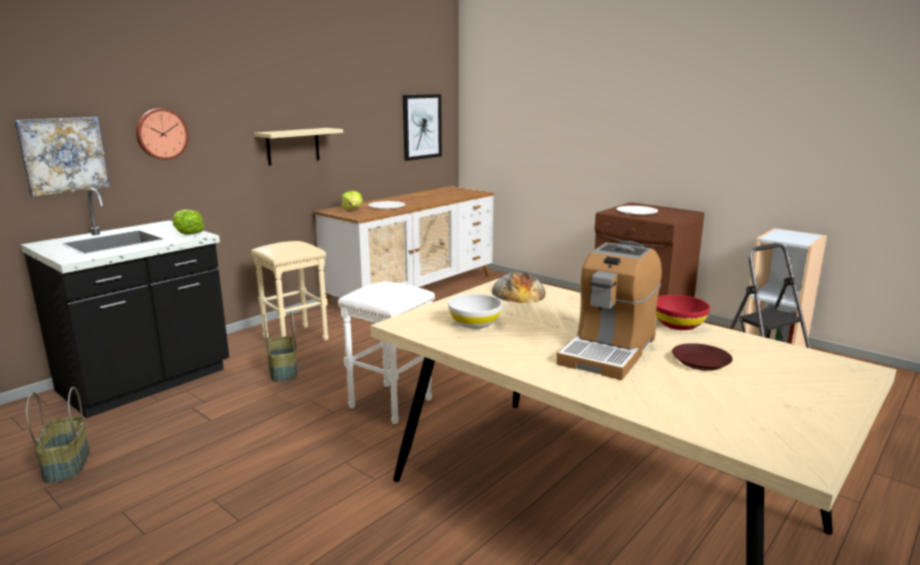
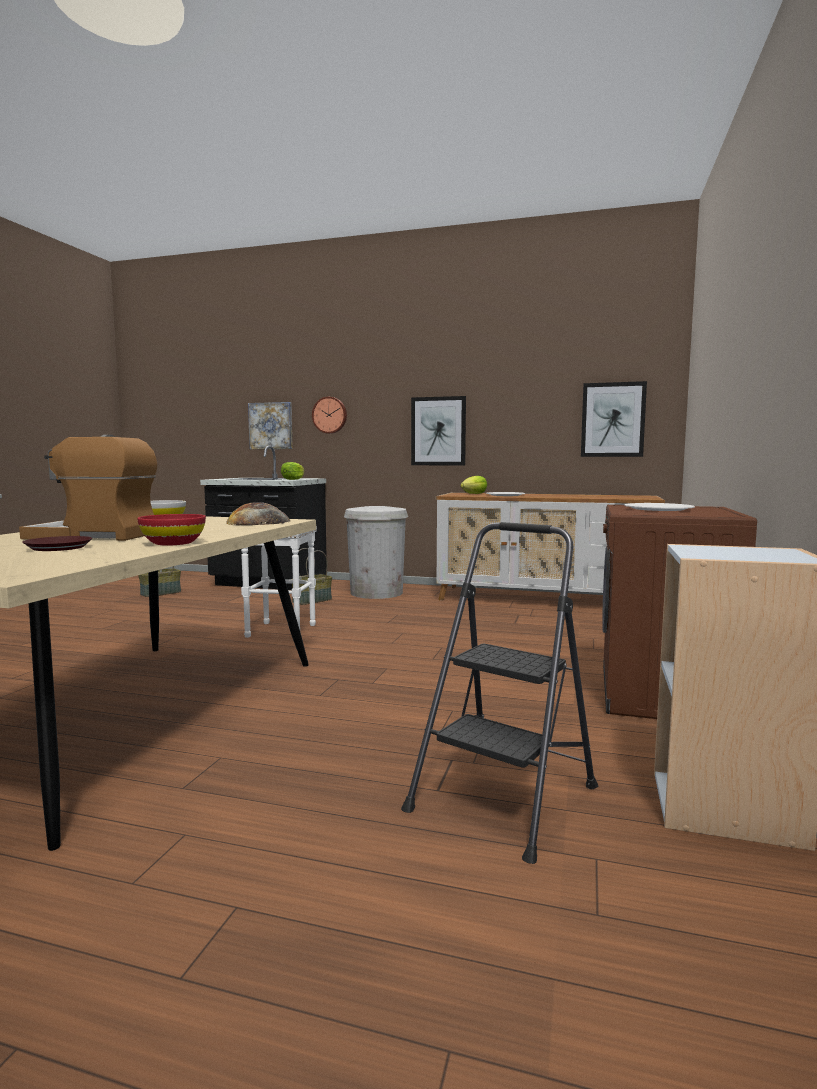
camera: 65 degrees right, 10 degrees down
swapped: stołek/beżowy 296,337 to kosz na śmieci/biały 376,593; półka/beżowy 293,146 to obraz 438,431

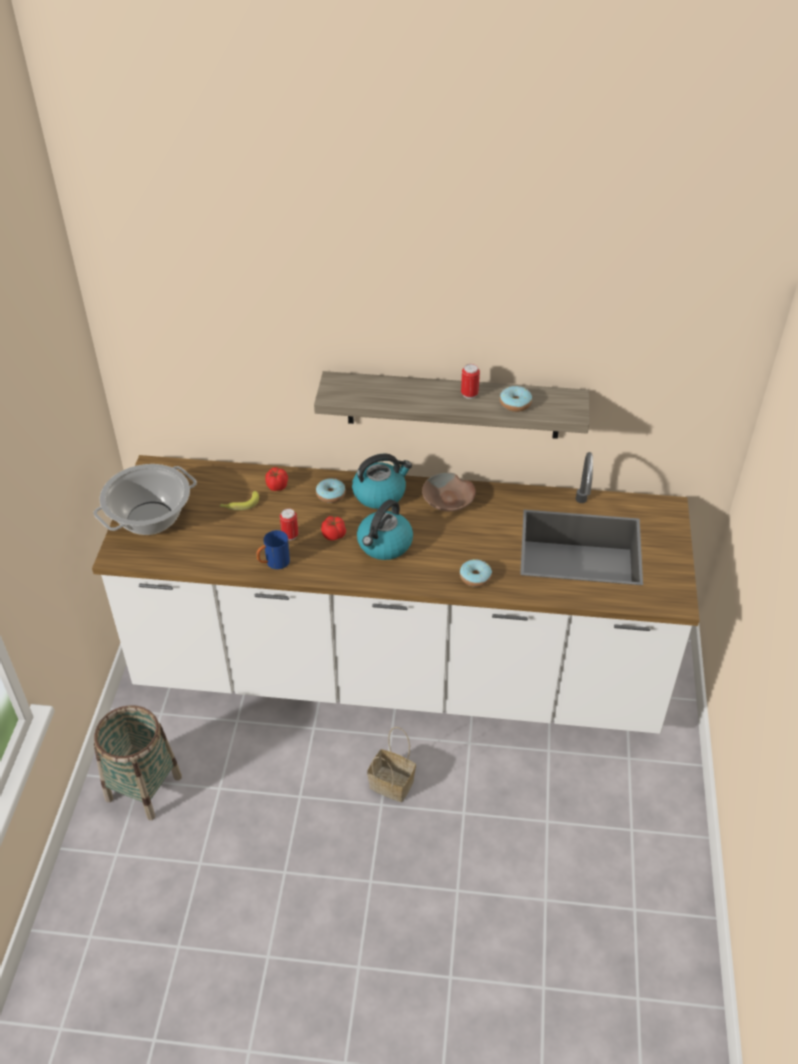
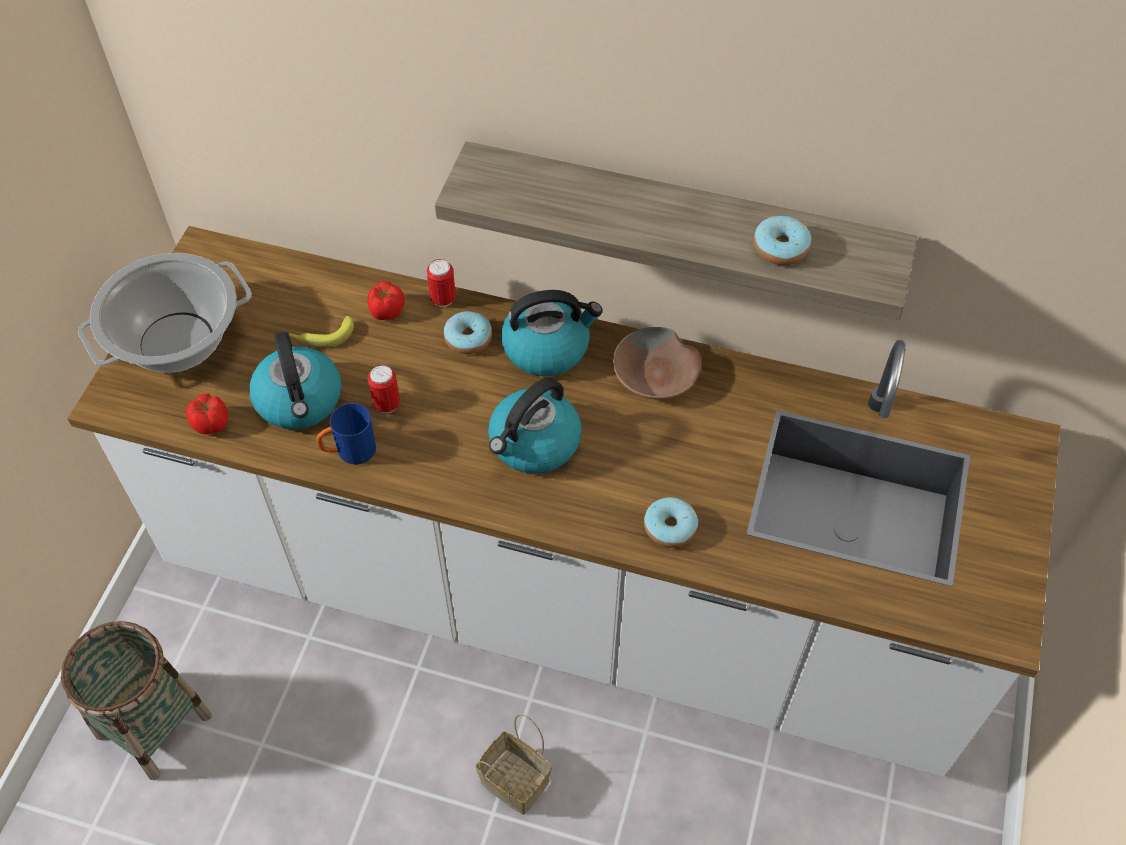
camera: 10 degrees right, 10 degrees up
new: czajnik 300,401
shifted: pomidor 334,535 to 212,424; puszka 469,394 to 443,299

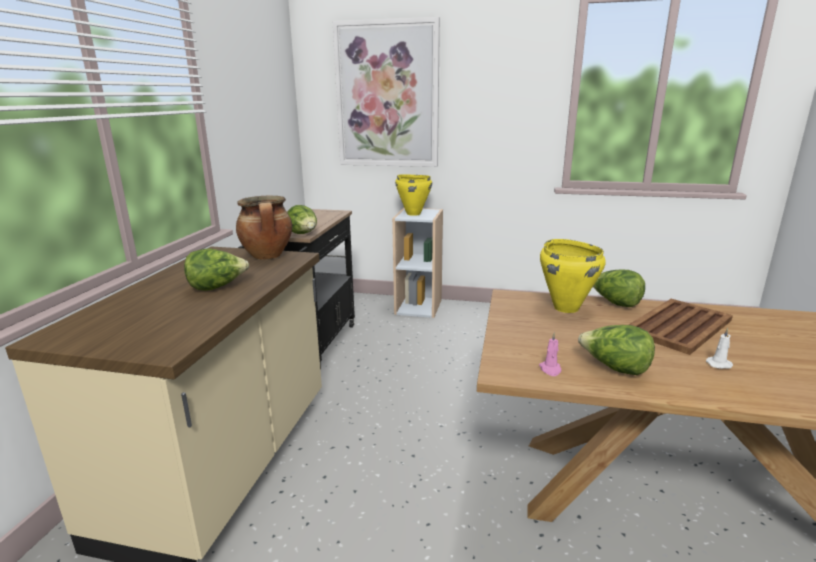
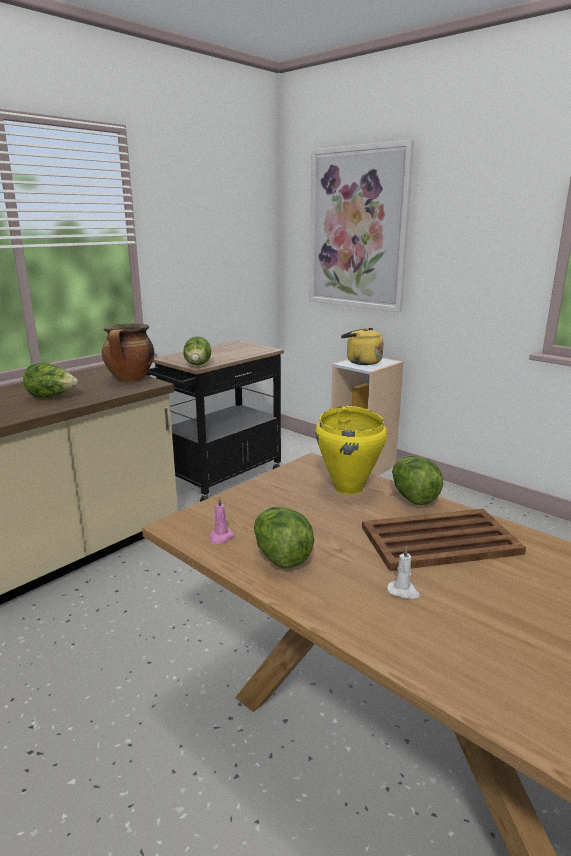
camera: 30 degrees right, 0 degrees up
swapped: garnek/żółty 413,214 to czajnik/żółty 361,362

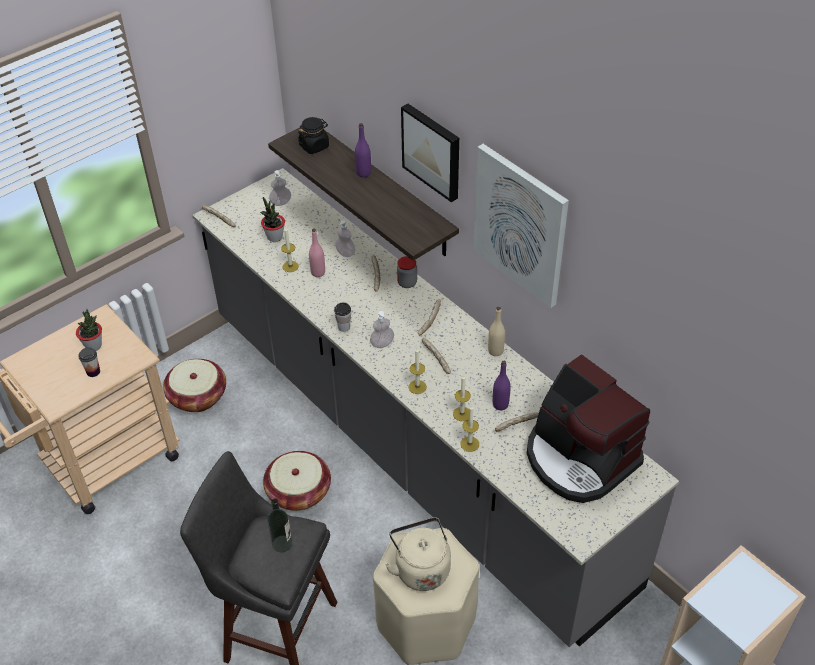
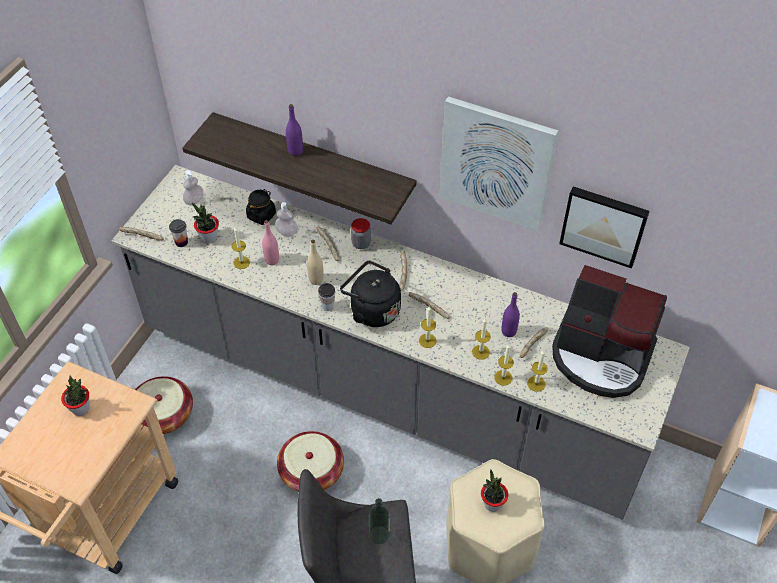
camera: 25 degrees left, 5 degrees up
new: świeca 536,383
shifted: filiżanka 93,372 to 181,242; słoik/czarny 314,146 to 261,215; obraz 433,151 to 604,224; butelka/beżowy 495,351 to 316,279
swapped: dozownik mydła 382,343 to czajnik/czarny 372,310; czajnik/beżowy 421,568 to roślina doniczkowa 492,504

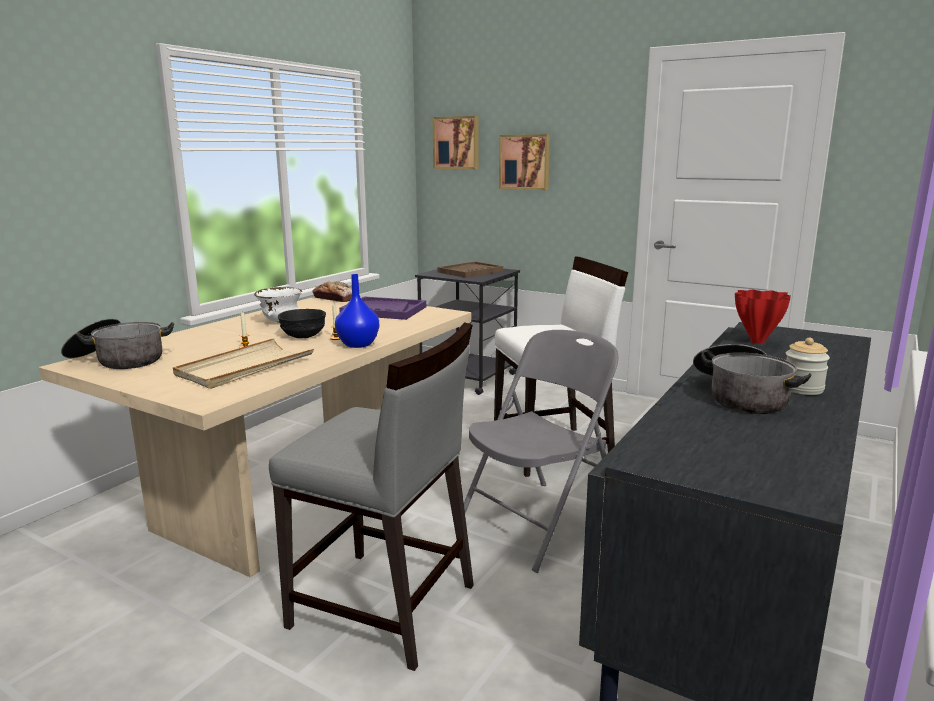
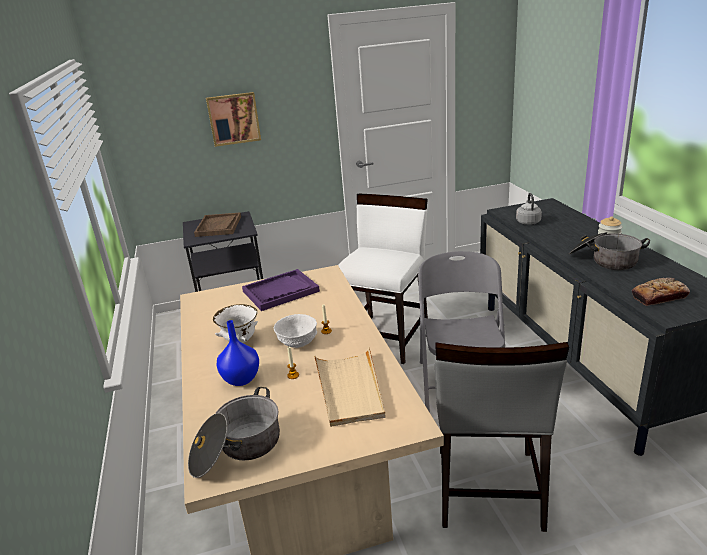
camera: 45 degrees left, 10 degrees up
gone: obraz 457,143
shifted: chleb 336,298 to 659,297; wazon/niebieski 357,345 to 241,379
swapped: wazon/czerwony 756,342 to czajnik/szary 528,221
repainted: miska/czarny 304,335 to miska/biały 298,342
rotated: krzesło/szary 384,607 = 487,488 120 degrees clockwise

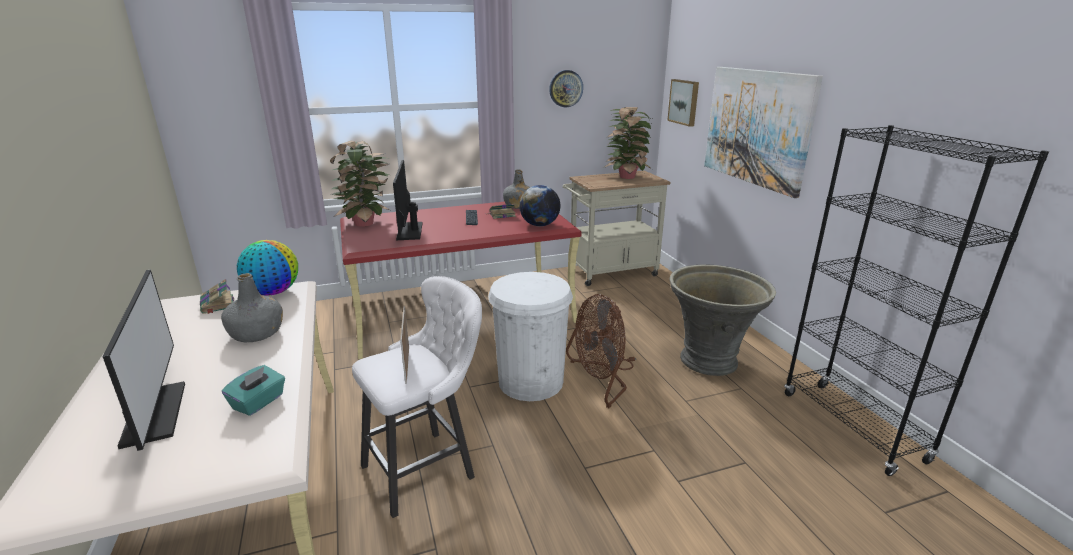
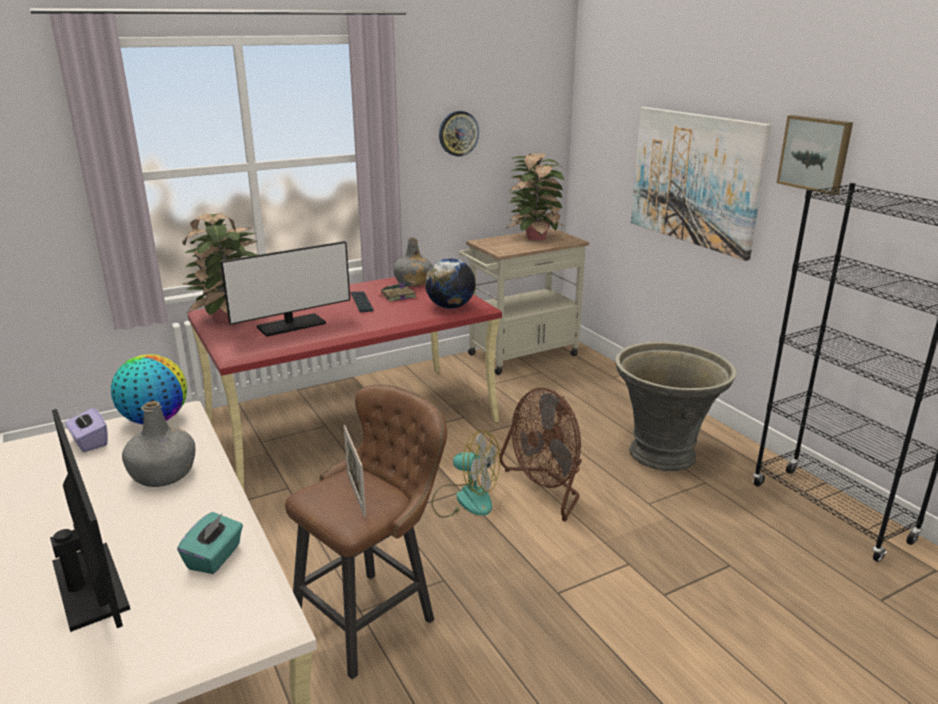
camera: 10 degrees left, 0 degrees up
shifted: obraz 684,102 to 815,154
swapped: książka 217,304 to pudełko chusteczek/fioletowy 89,442; kosz na śmieci/biały 530,381 to wentylator 465,499
repainted: stołek/biały 430,465 to stołek/brązowy 376,613
rotated: monitor 410,231 = 291,325 105 degrees counterclockwise

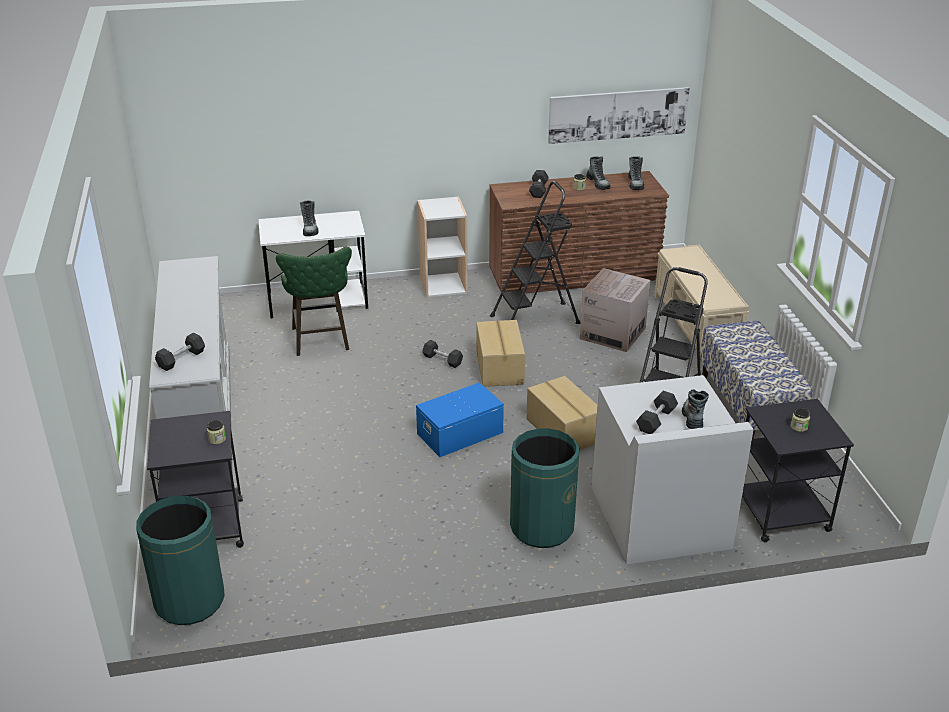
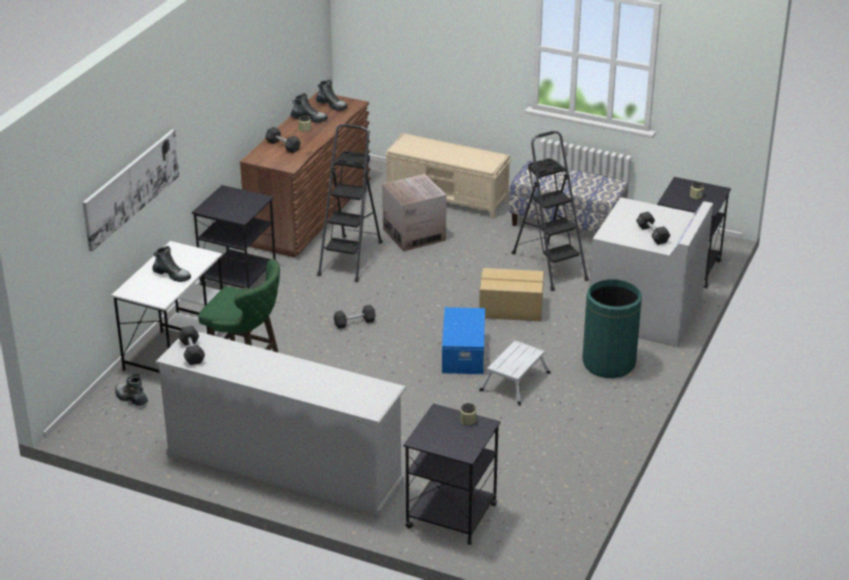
camera: 55 degrees left, 0 degrees up
gone: kosz na śmieci/zielony 189,601; karton 500,367
new: drabinka/biały 514,381
shifted: hantel/szary 181,359 to 192,352; obraz 618,114 to 131,188; but z cholewką 693,417 to 131,398
swapped: regał 443,285 to wózek/czarny 239,277

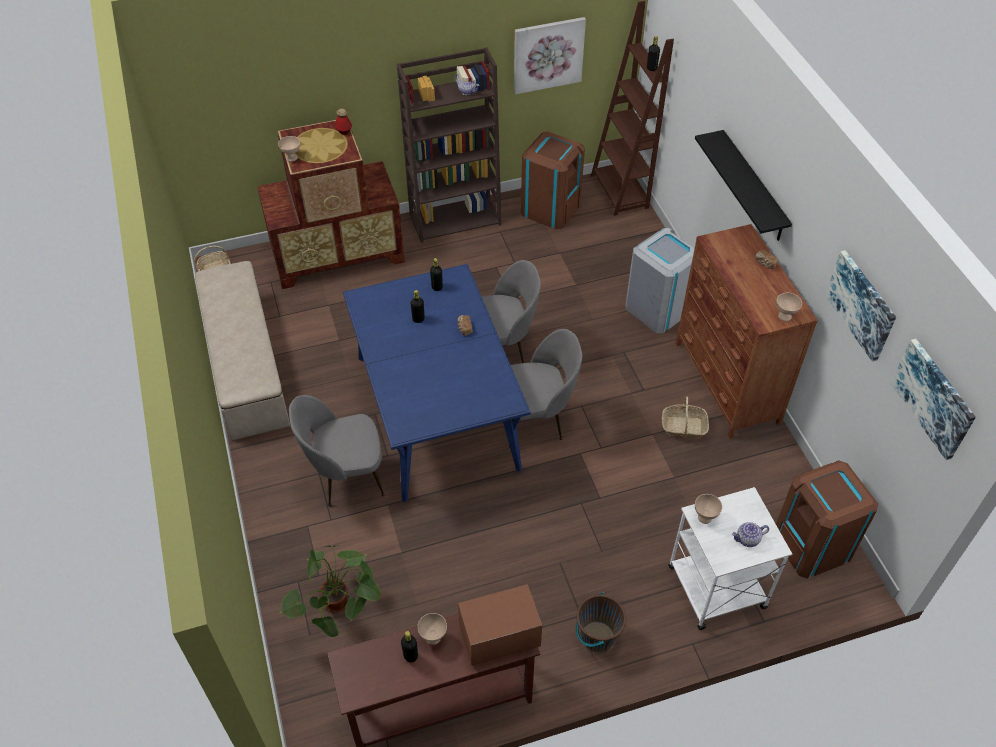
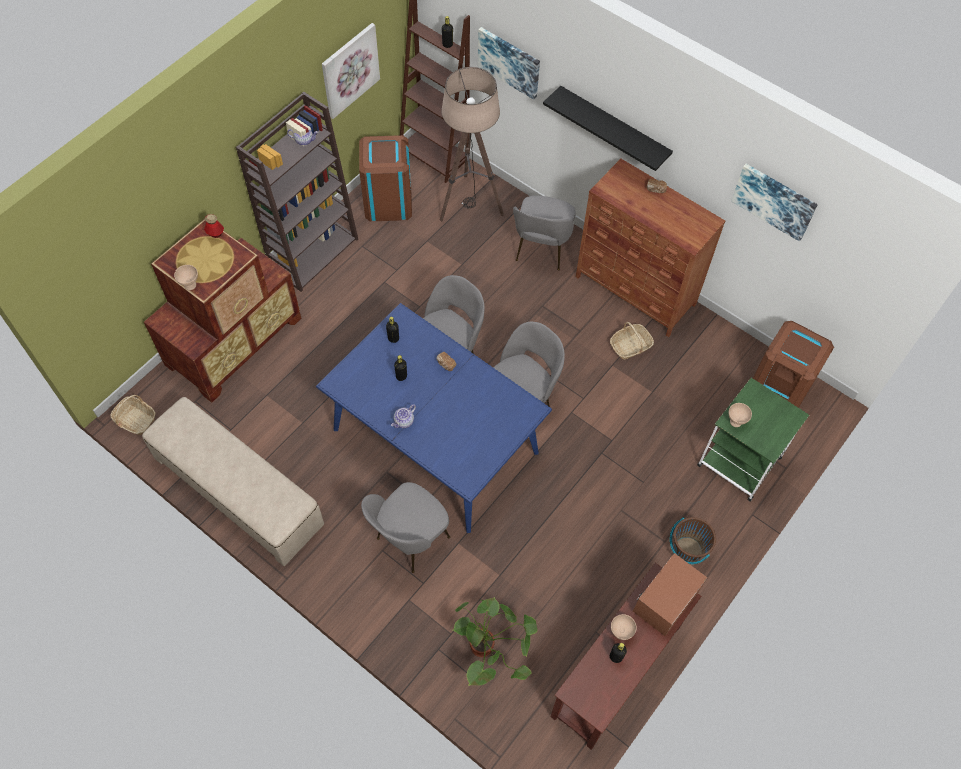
camera: 35 degrees left, 10 degrees up
gone: miska/beżowy 784,317
new: lampa stojąca 469,203
shifted: imbryk 747,539 to 404,421; obraz 934,398 to 509,62
swapped: kosz na śmieci/szary 658,308 to krzesło/szary 540,252
repainted: wózek/biały 715,588 to wózek/zielony 738,463

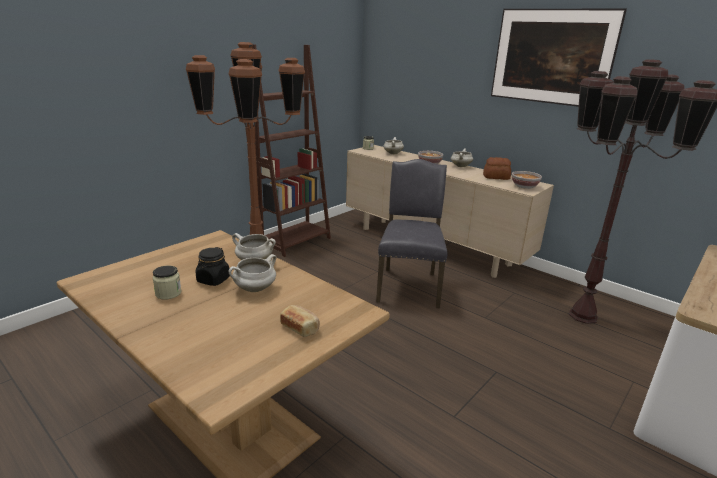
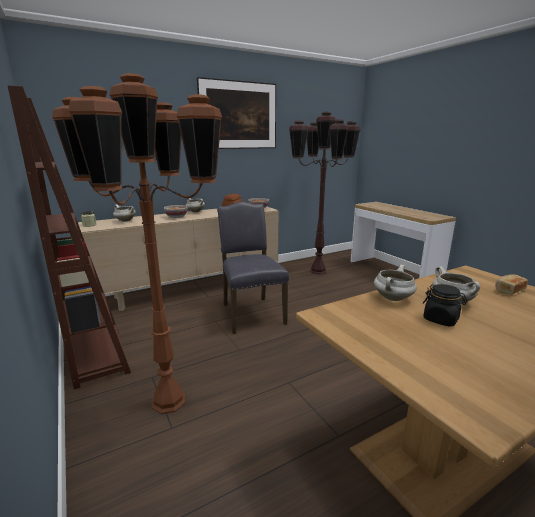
camera: 70 degrees left, 5 degrees down
gone: słoik 168,293
rotated: krzesło/szary 409,286 = 251,313 45 degrees clockwise

